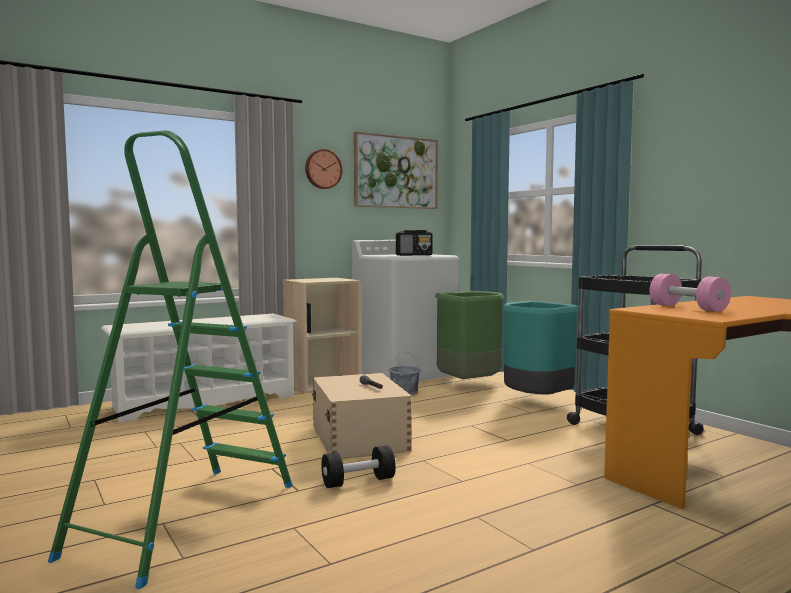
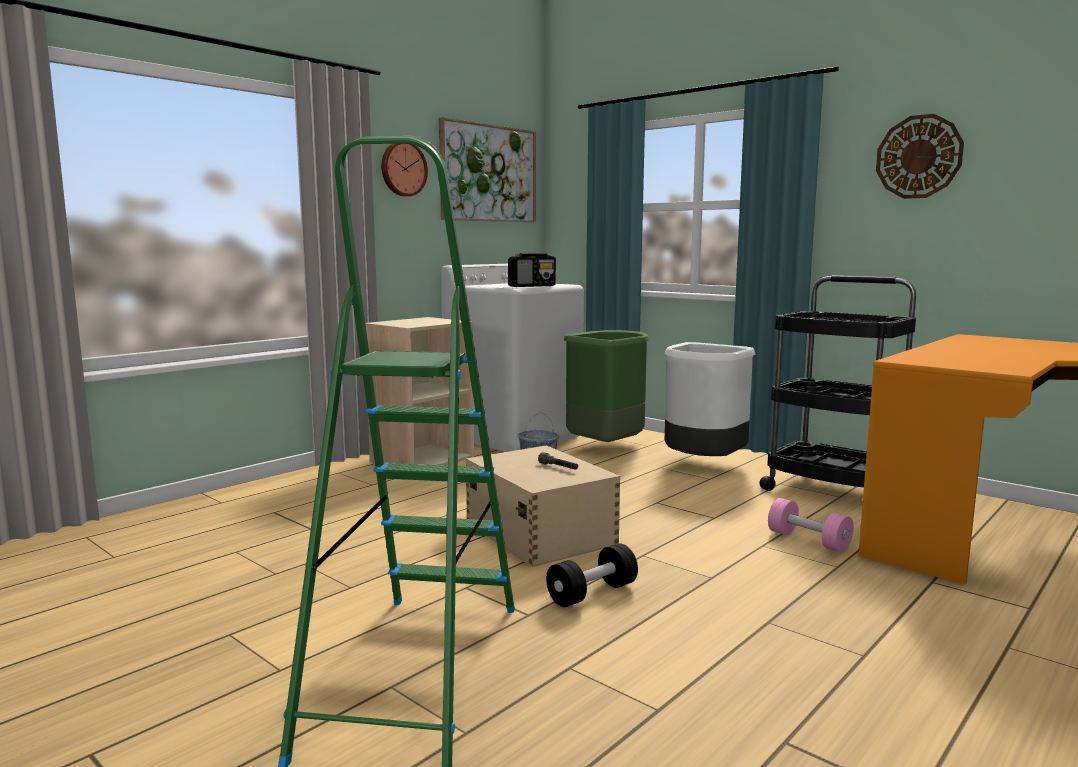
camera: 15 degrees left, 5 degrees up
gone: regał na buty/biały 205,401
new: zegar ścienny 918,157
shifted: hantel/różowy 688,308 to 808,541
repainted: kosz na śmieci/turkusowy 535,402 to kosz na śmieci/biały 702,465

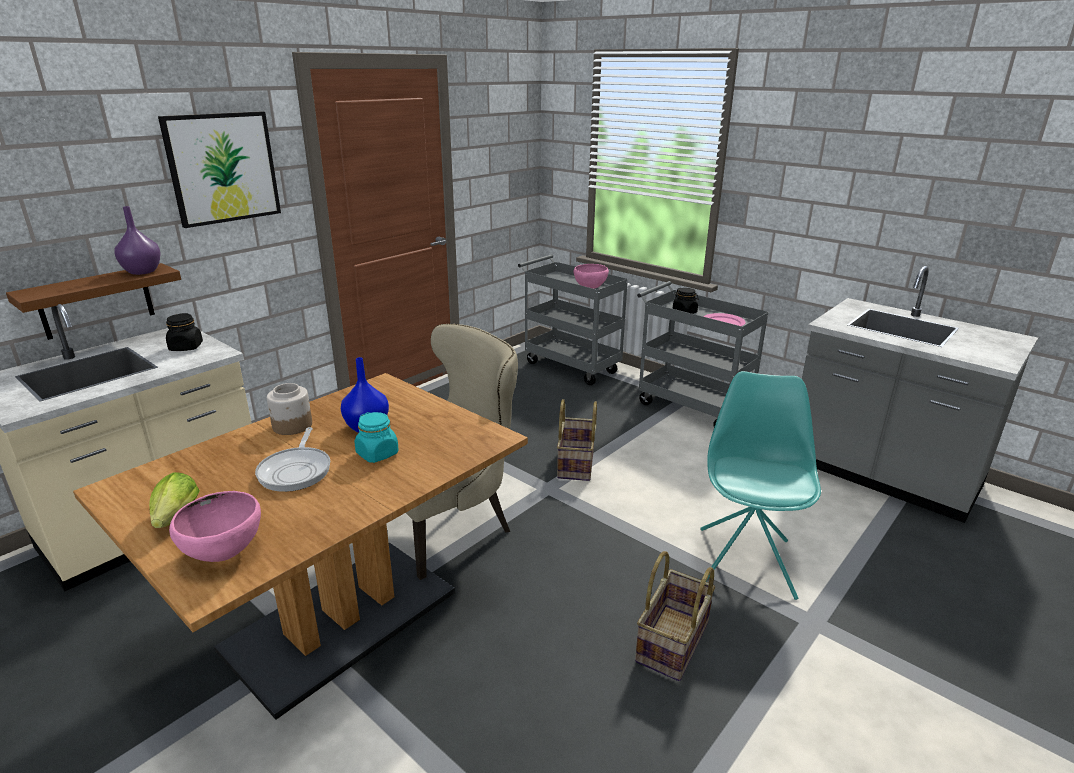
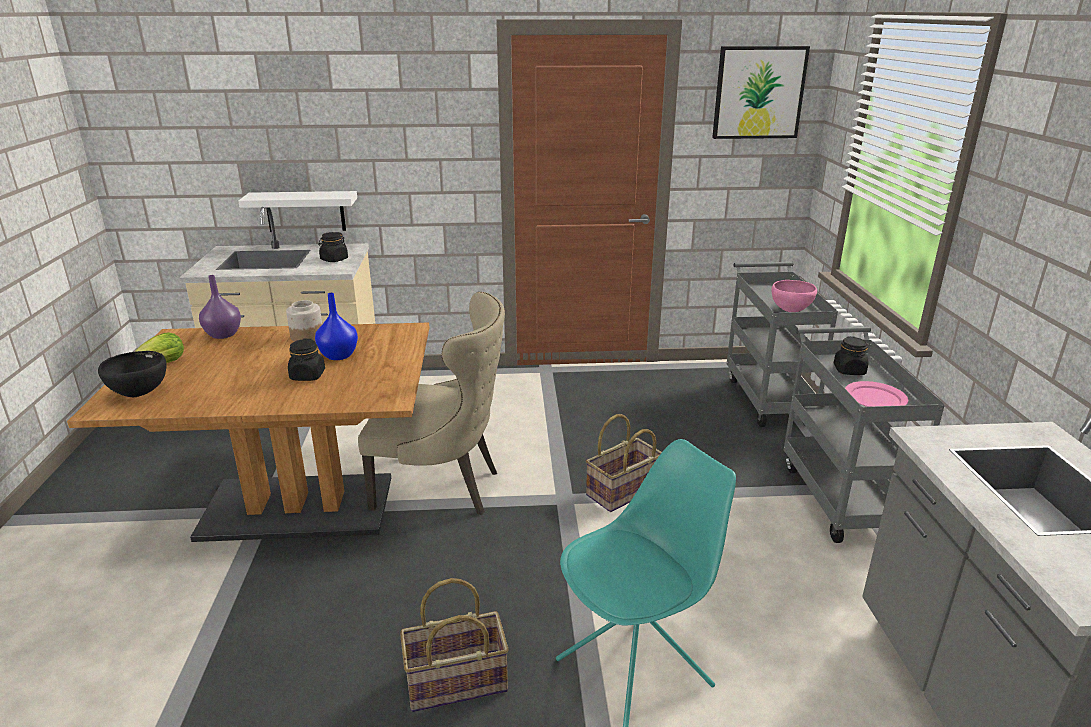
camera: 45 degrees right, 0 degrees up
gone: patelnia 296,471
shifted: wazon/fioletowy 142,272 to 223,335; obraz 222,168 to 759,93
repainted: półka/brązowy 96,301 to półka/biały 305,211; miska/różowy 225,554 to miska/czarny 140,394; słoik/turkusowy 377,454 to słoik/czarny 307,376

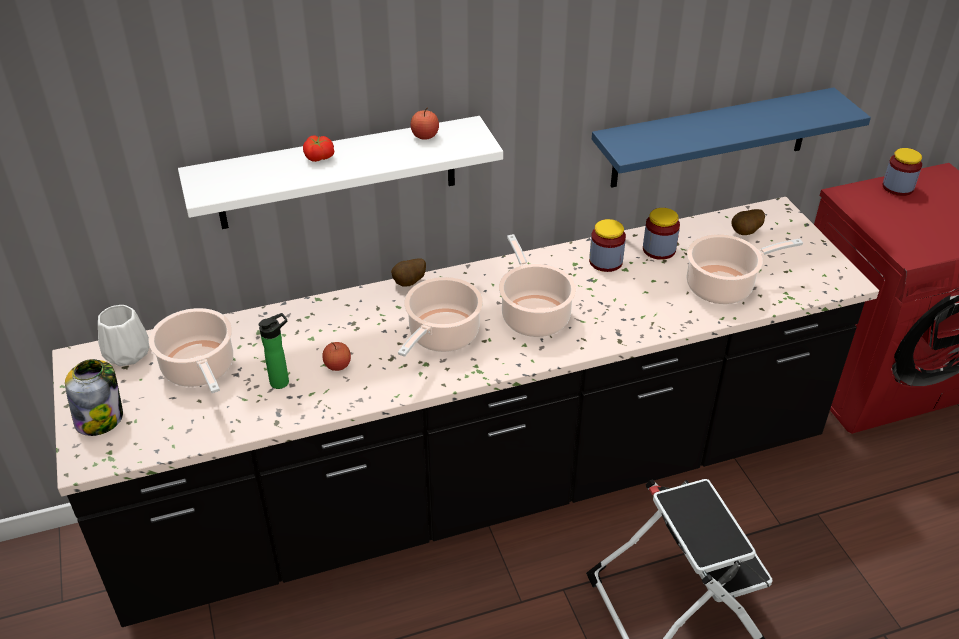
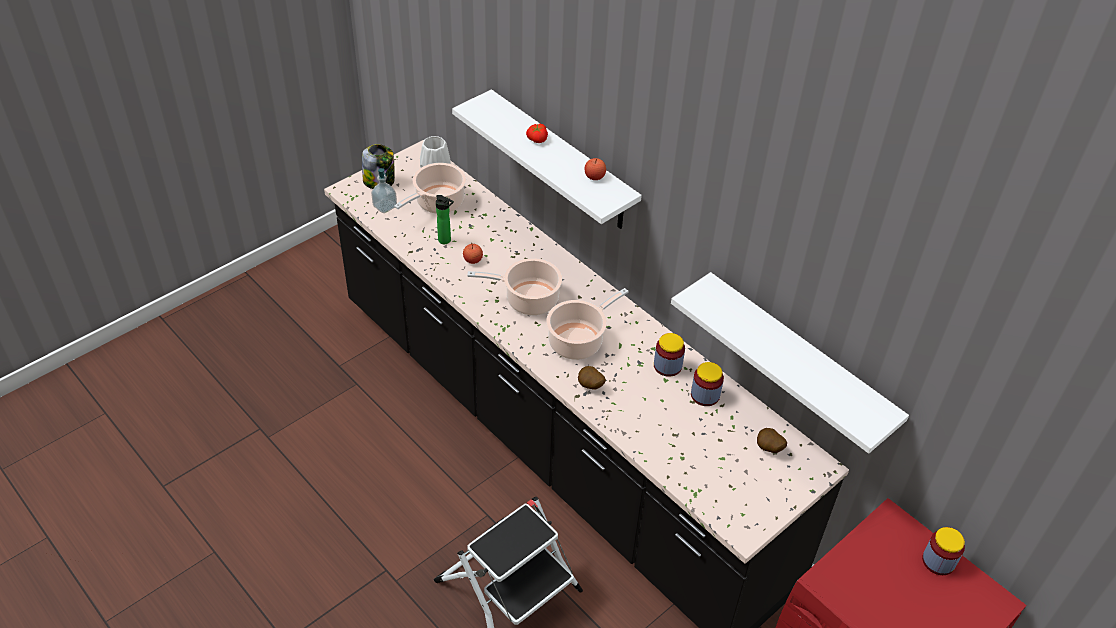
camera: 65 degrees right, 5 degrees up
gone: garnek 723,286
new: dozownik mydła 385,206
shifted: ziemniak 410,283 to 590,386
repainted: półka/niebieski 711,138 to półka/biały 798,360

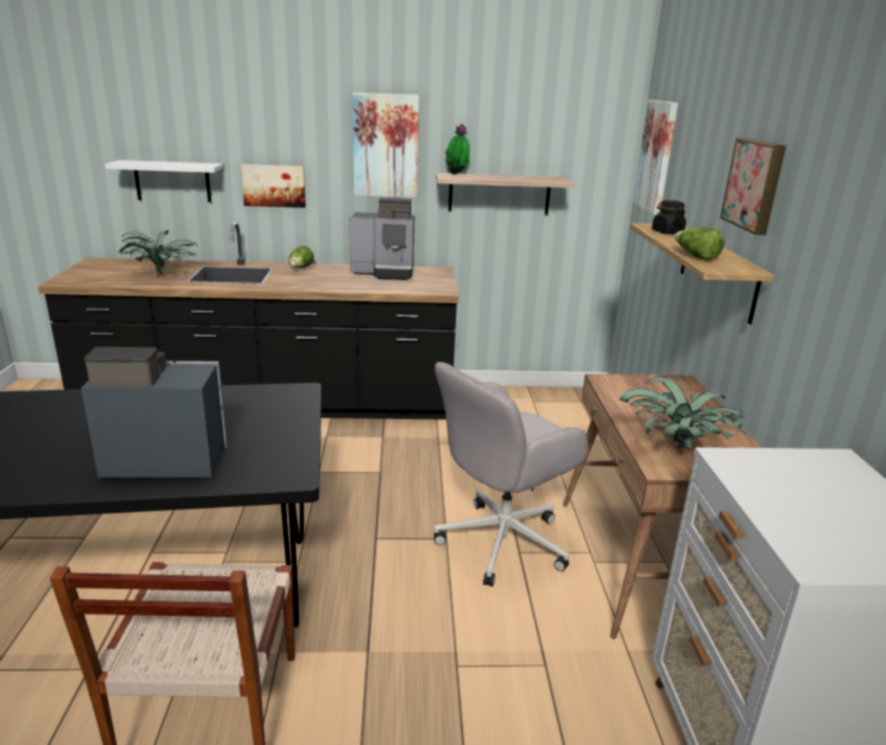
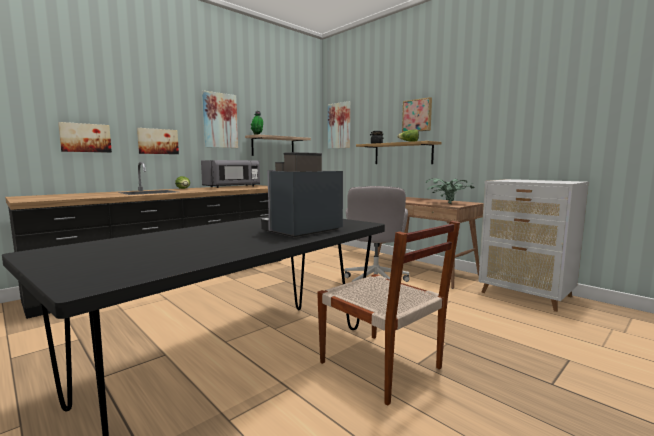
camera: 40 degrees left, 15 degrees down
gone: roślina doniczkowa 162,276
swapped: półka/biały 172,181 to obraz 85,138; ekspres do kawy 385,272 to mikrofalówka/szary 233,187

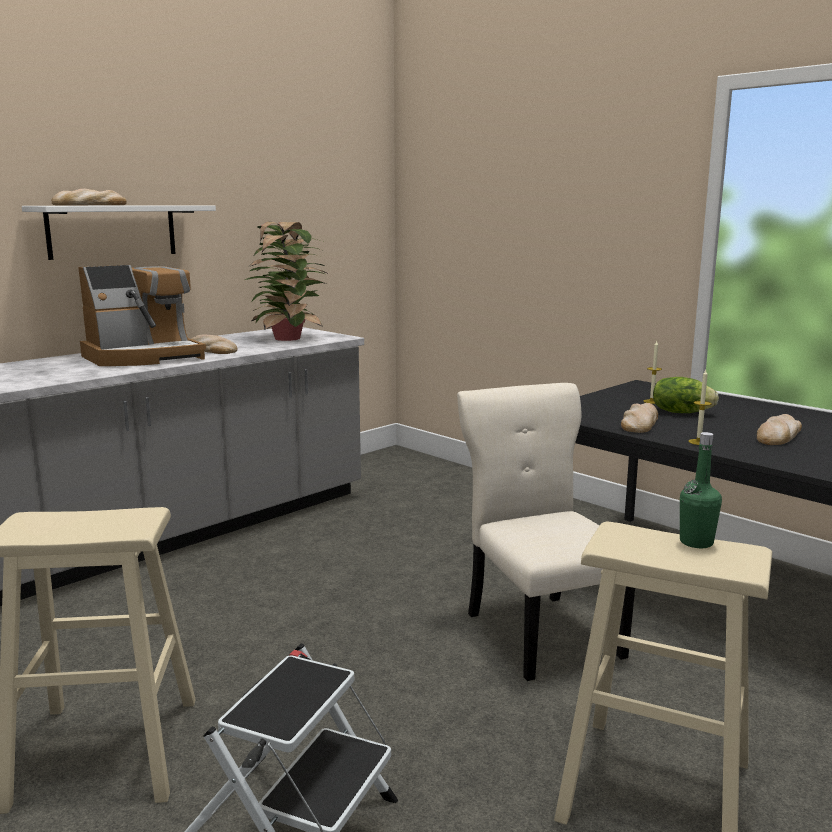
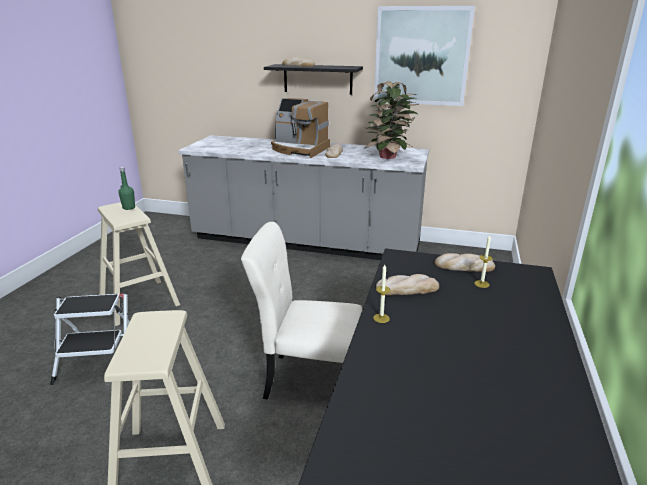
camera: 60 degrees right, 10 degrees up
gone: sałata 681,412
new: obraz 421,56
shifted: butelka/zielony 696,542 to 129,208; chleb 778,435 to 464,266
repainted: półka/biały 112,231 to półka/czarny 317,79
rotated: krzesło/beżowy 540,632 = 307,379 120 degrees counterclockwise

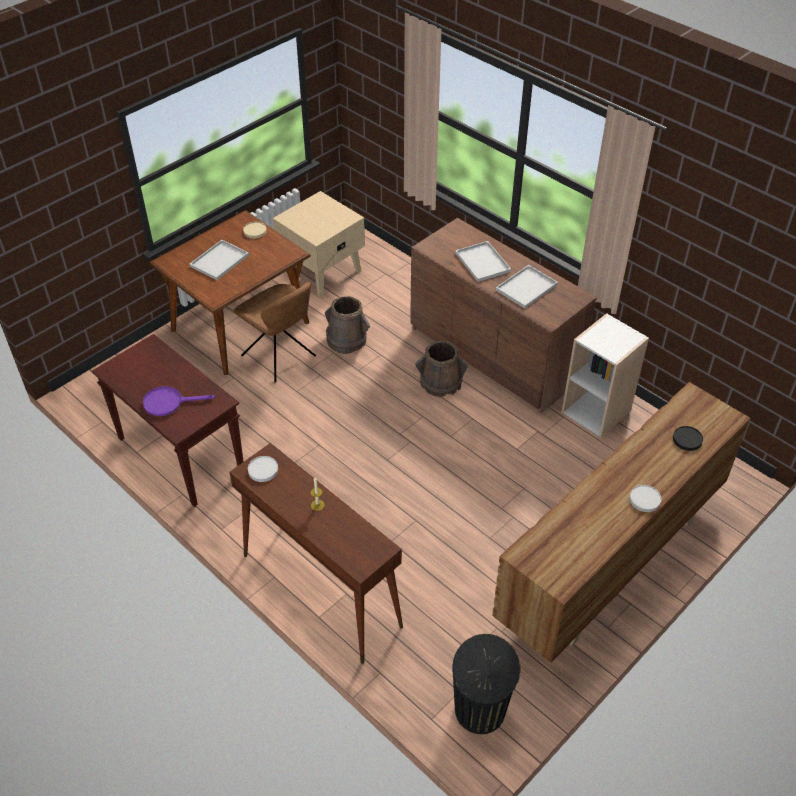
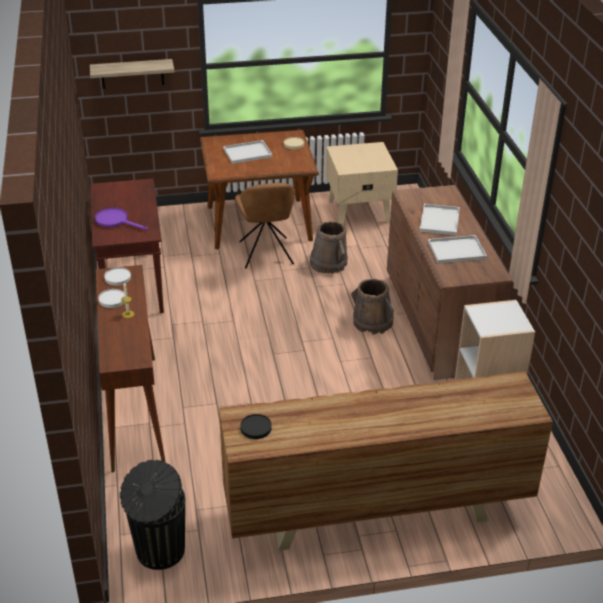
camera: 35 degrees right, 10 degrees down
new: półka 132,74
shifted: talerz/biały 645,500 to 112,300; talerz/czarny 687,439 to 256,428

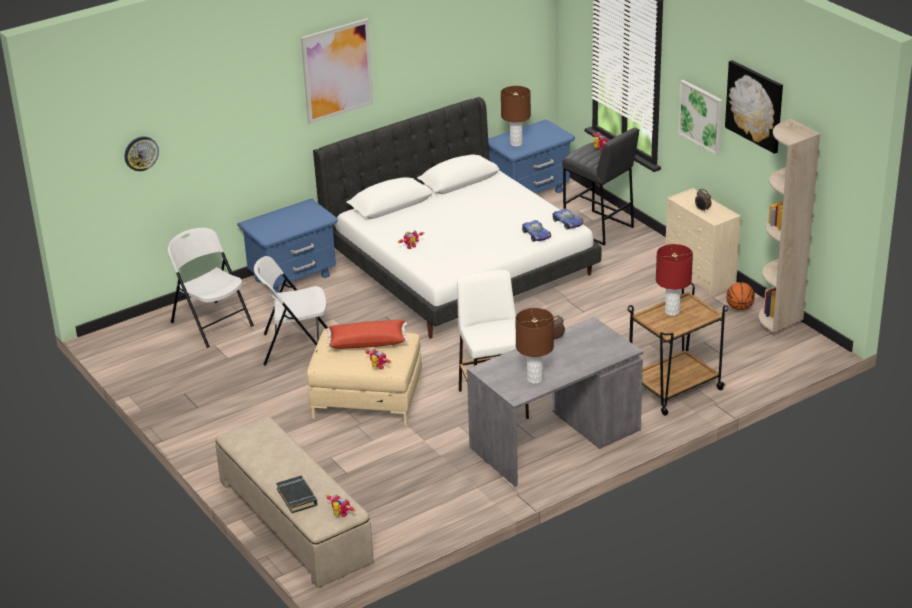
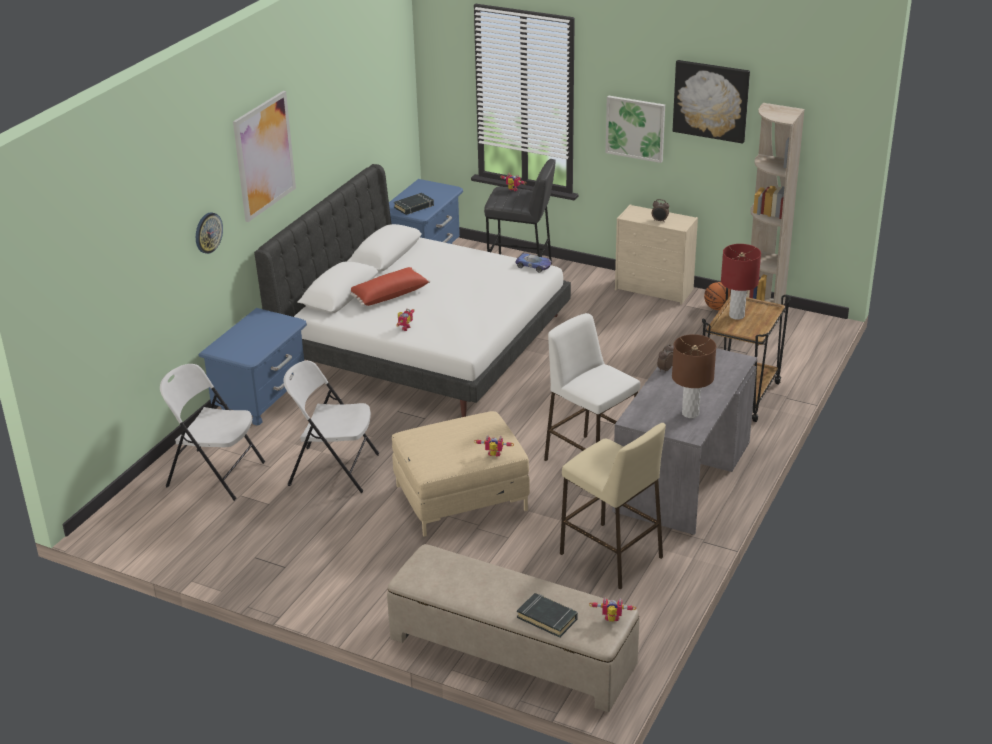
camera: 30 degrees left, 0 degrees up
gone: samochodzik 536,235
new: stołek/beżowy 611,556
shifted: zegar ścienny 141,153 to 208,232; poduszka/czerwony 367,342 to 388,295
swapped: lampa stołowa/brązowy 516,144 to książka/czarny 414,206
rotated: krzesło/biały 296,347 = 334,469 45 degrees clockwise

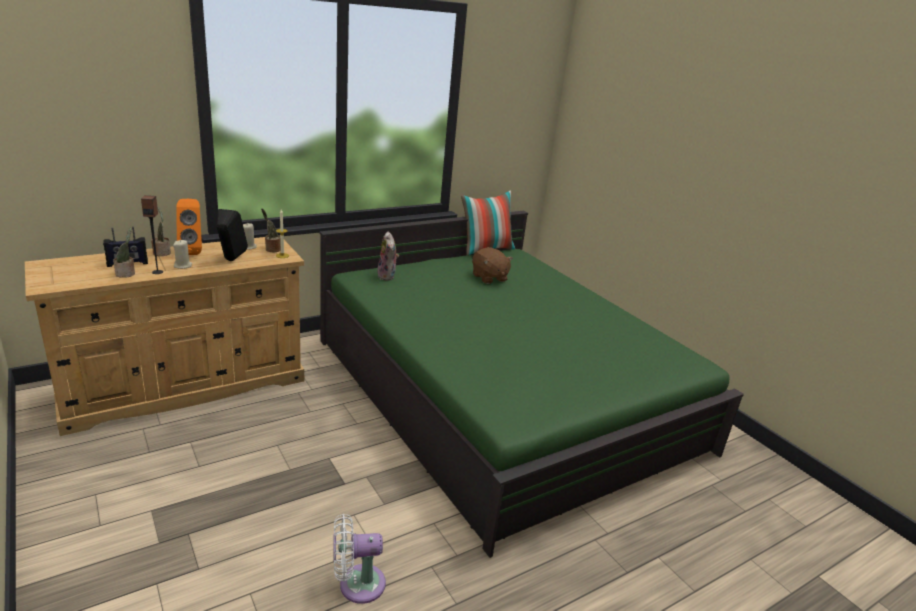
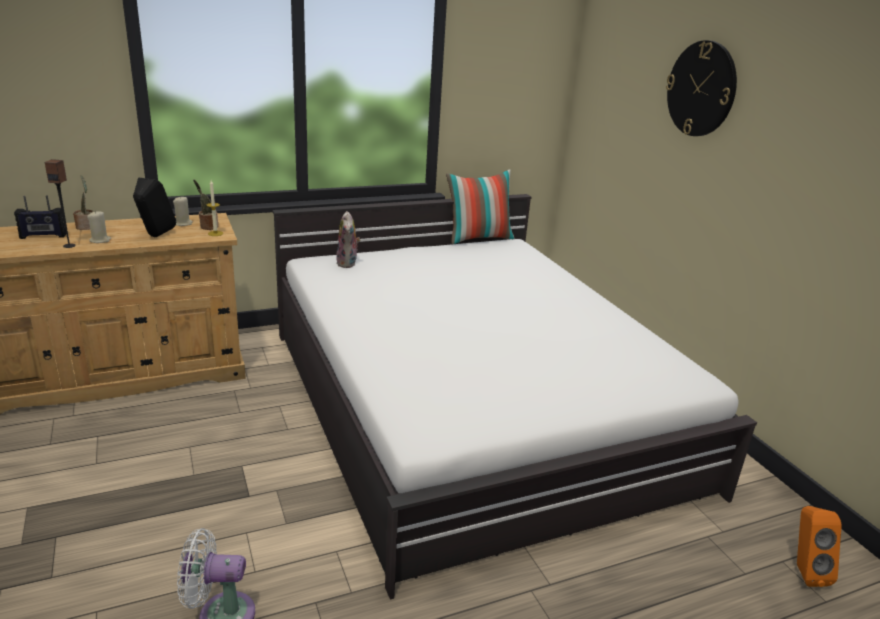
camera: 10 degrees right, 0 degrees up
gone: roślina doniczkowa 126,274; pluszak/brązowy 489,278
new: zegar ścienny 701,89
shifted: głośnik/pomarańczowy 193,251 to 804,571
repainted: łóżko/zielony 501,393 to łóżko/biały 470,405

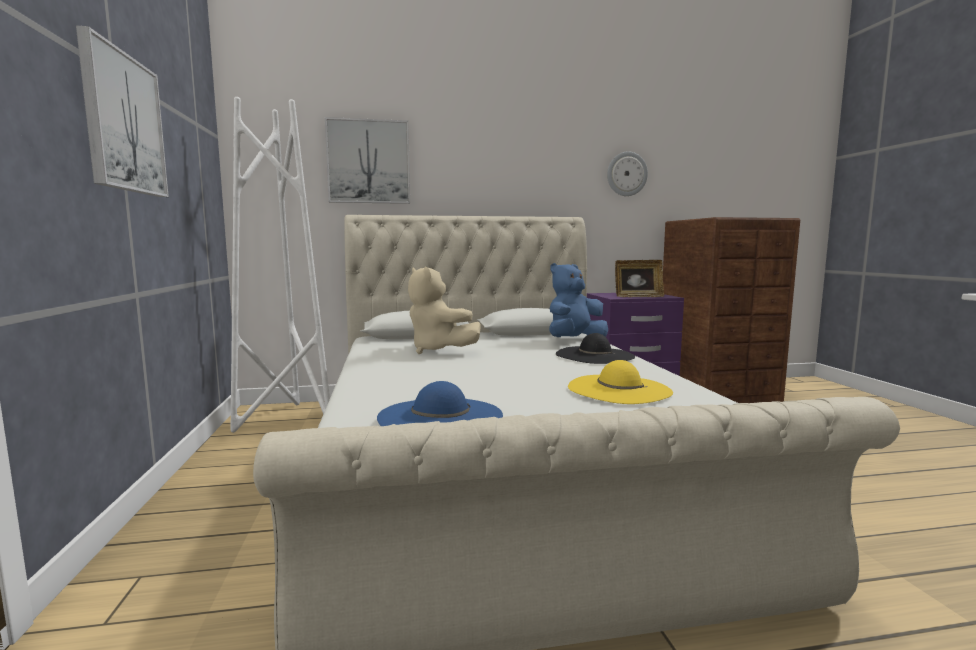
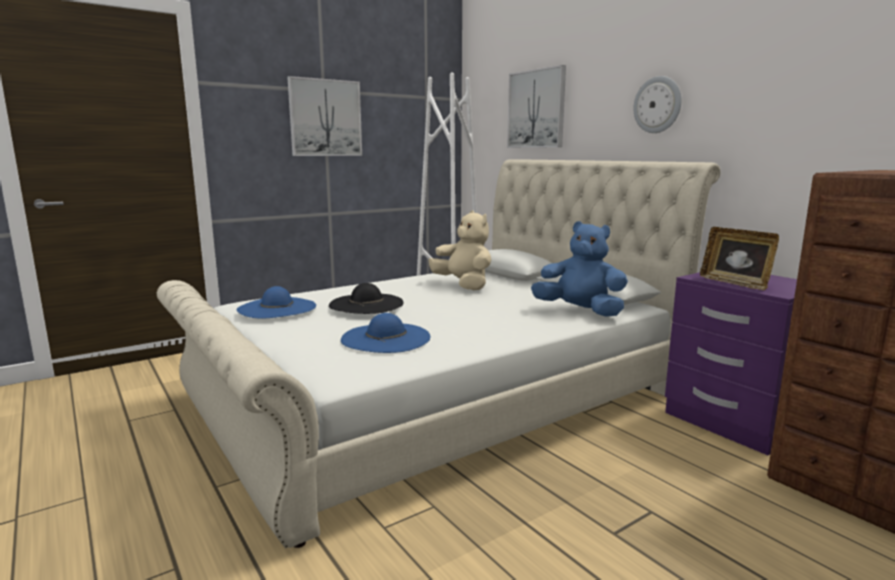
camera: 65 degrees right, 5 degrees up
shifted: kapelusz/czarny 594,355 to 366,304; zegar ścienny 626,174 to 657,105
repainted: kapelusz/żółty 619,389 to kapelusz/niebieski 386,338
rotated: pluszak/beżowy 438,350 = 463,285 120 degrees clockwise

